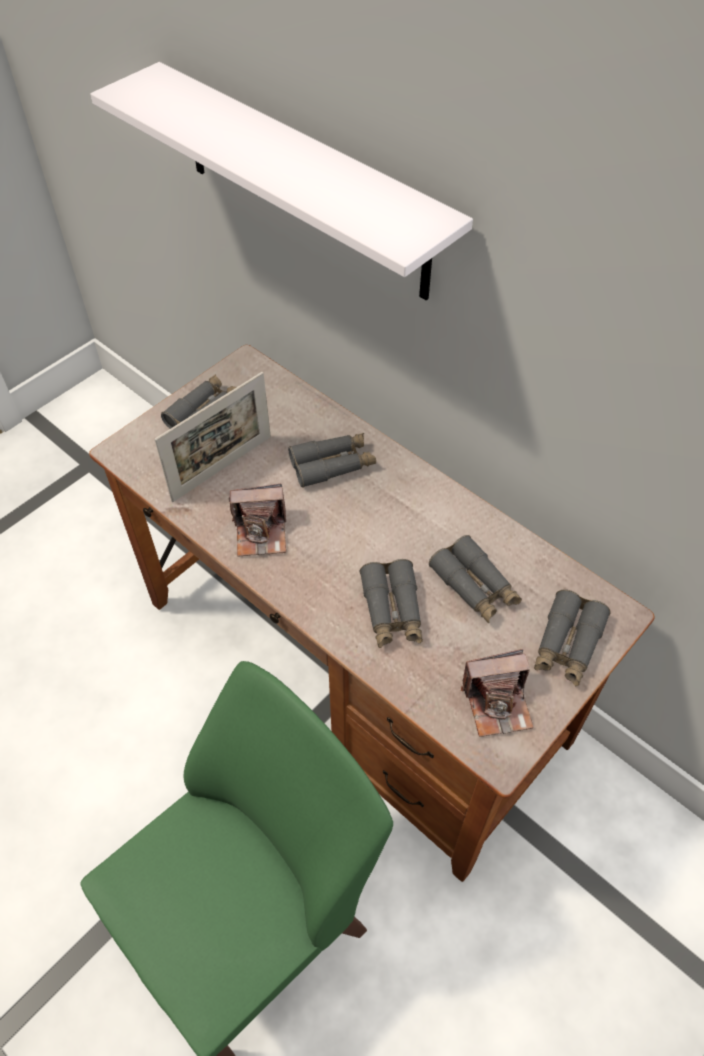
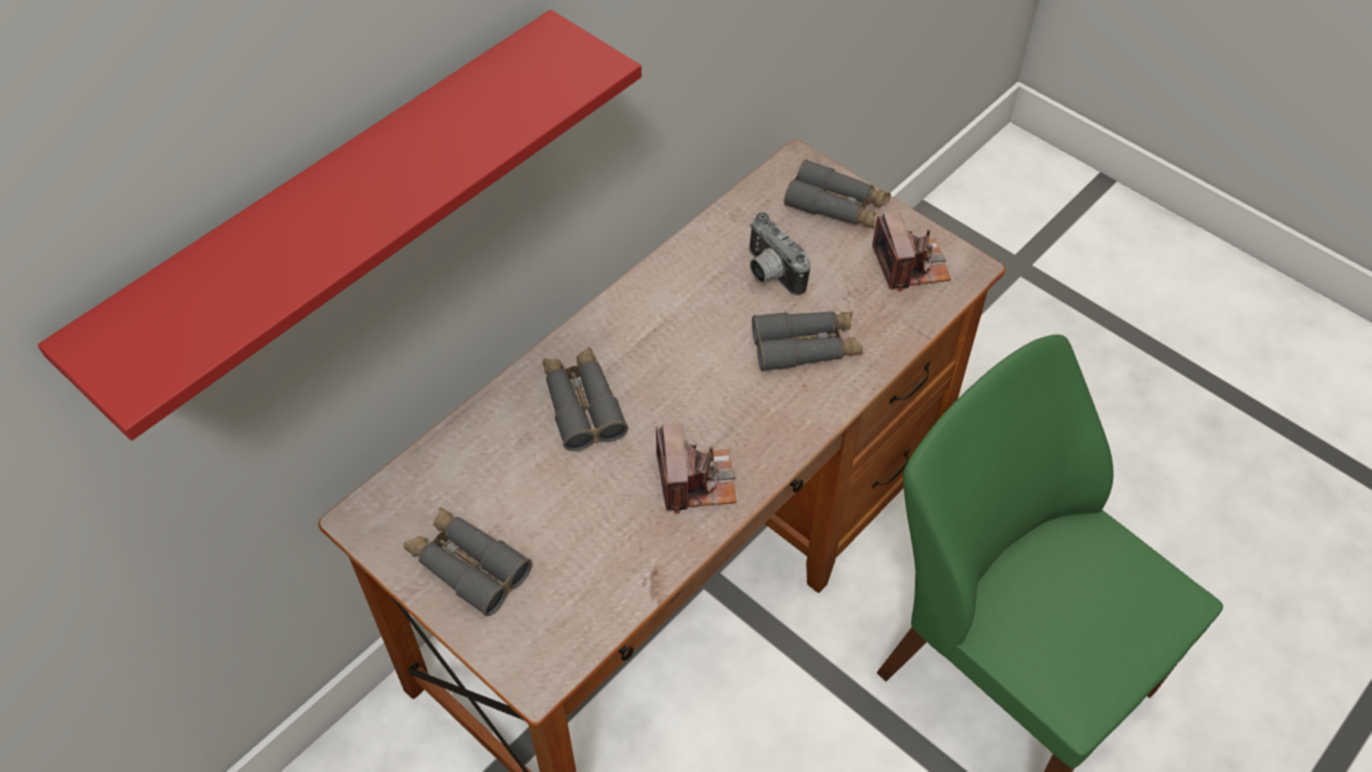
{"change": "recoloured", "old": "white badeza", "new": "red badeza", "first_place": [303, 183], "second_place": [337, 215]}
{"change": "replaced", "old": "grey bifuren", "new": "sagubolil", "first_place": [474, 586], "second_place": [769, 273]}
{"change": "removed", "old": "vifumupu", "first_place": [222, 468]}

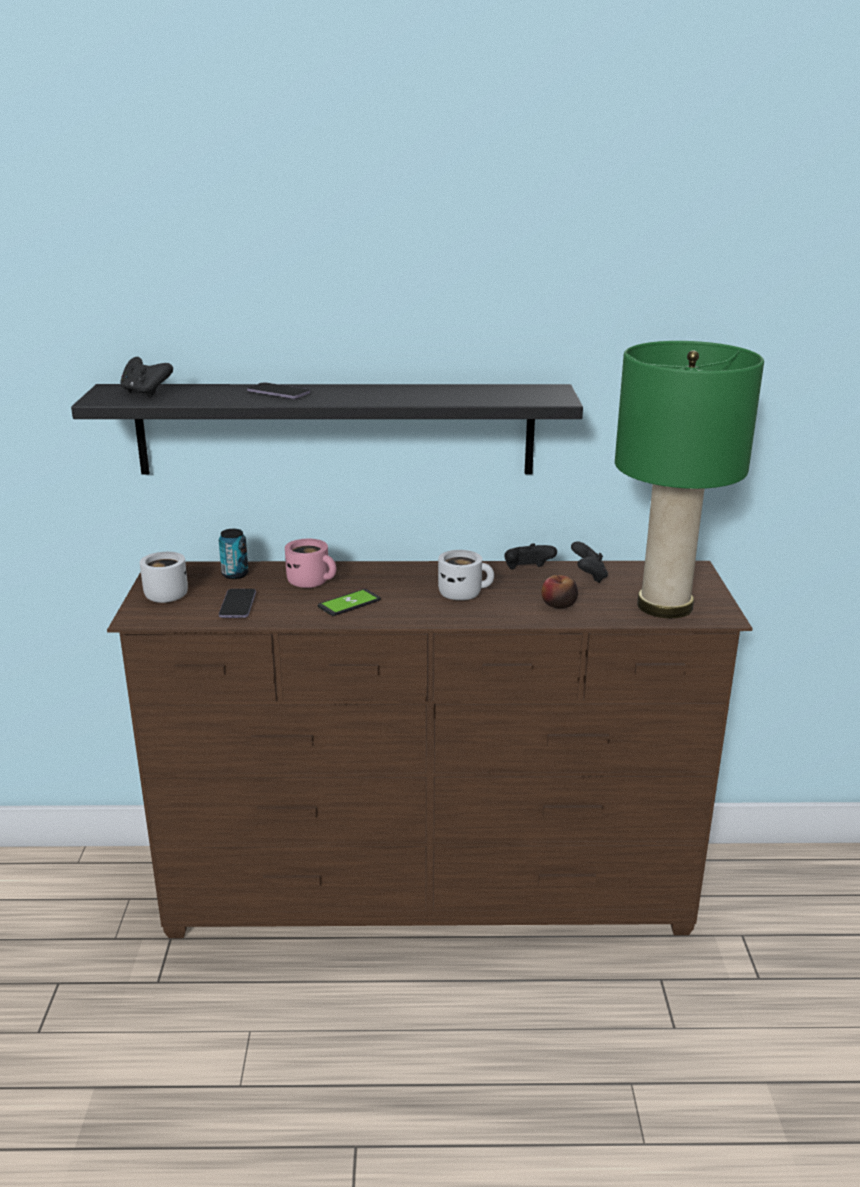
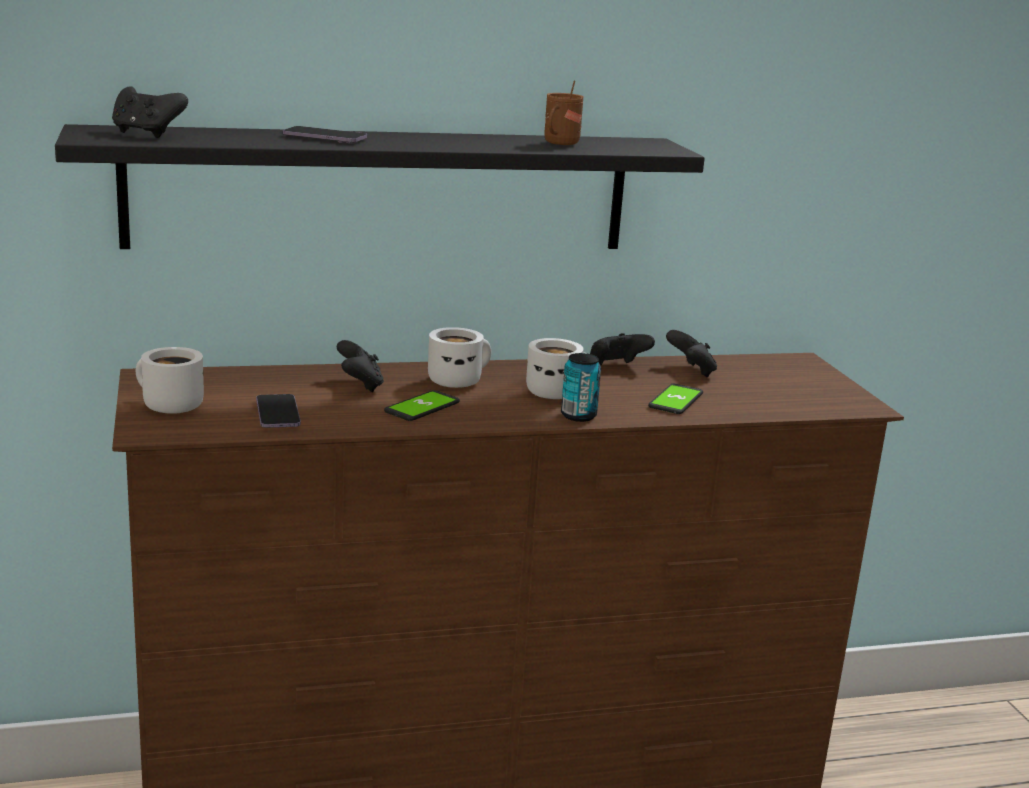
{"change": "replaced", "old": "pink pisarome", "new": "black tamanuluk", "first_place": [312, 582], "second_place": [360, 385]}
{"change": "added", "new": "white pisarome", "second_place": [457, 380]}
{"change": "added", "new": "brown pisarome", "second_place": [559, 144]}
{"change": "moved", "old": "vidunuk", "first_place": [235, 574], "second_place": [578, 416]}
{"change": "replaced", "old": "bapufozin", "new": "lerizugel", "first_place": [558, 604], "second_place": [675, 400]}
{"change": "removed", "old": "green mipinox", "first_place": [664, 605]}

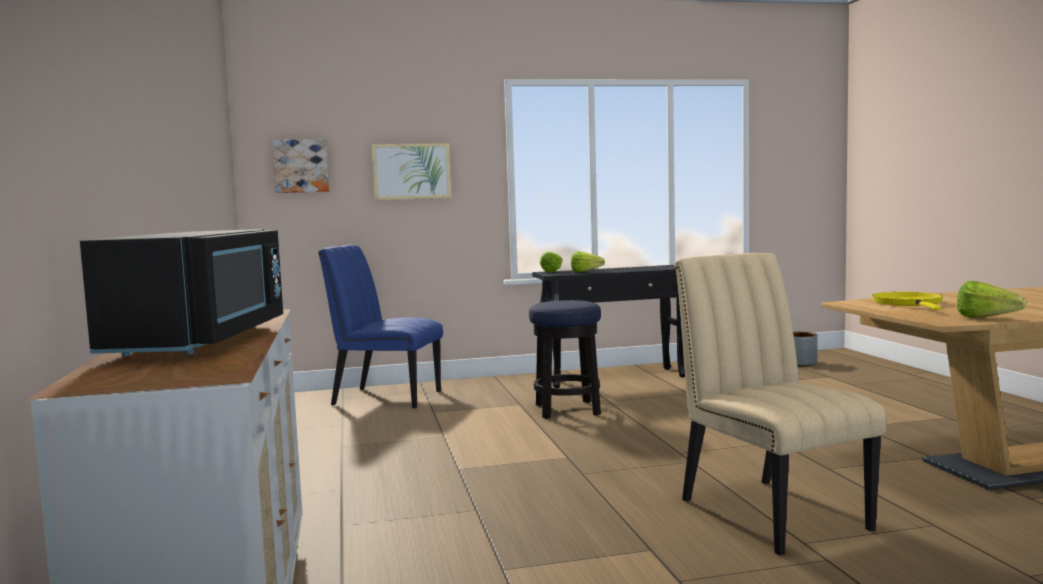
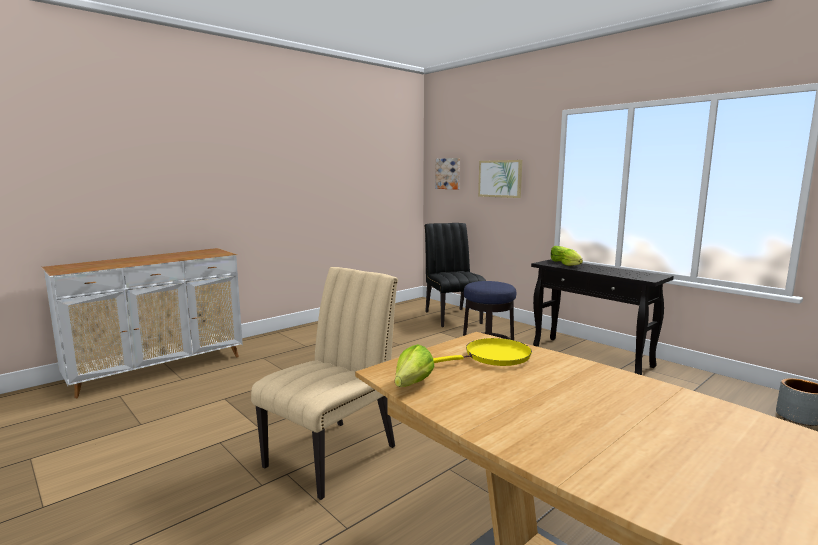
{"change": "recoloured", "old": "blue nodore", "new": "black nodore", "first_place": [388, 398], "second_place": [452, 317]}
{"change": "removed", "old": "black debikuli", "first_place": [204, 340]}

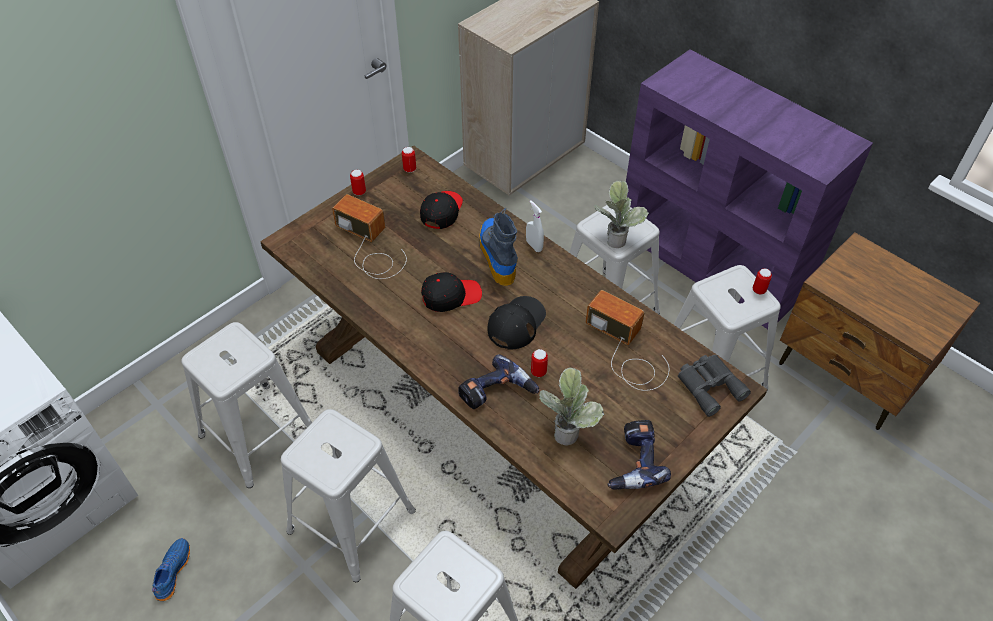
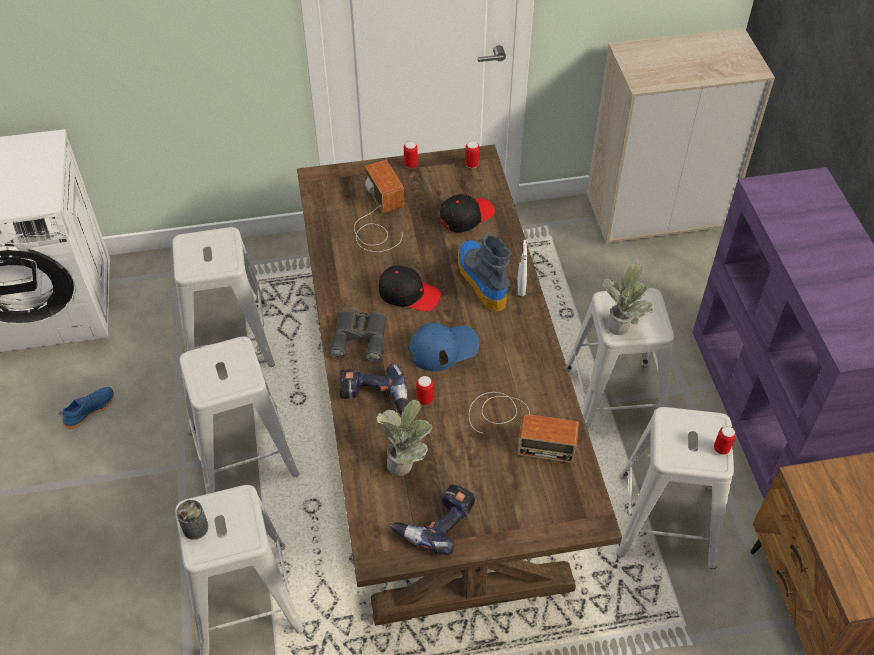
{"change": "added", "new": "vidunuk", "second_place": [195, 528]}
{"change": "moved", "old": "grey bifuren", "first_place": [709, 385], "second_place": [360, 337]}
{"change": "recoloured", "old": "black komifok", "new": "blue komifok", "first_place": [516, 323], "second_place": [443, 348]}
{"change": "turned", "old": "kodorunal", "first_place": [497, 255], "second_place": [481, 279], "degrees": -45}
{"change": "turned", "old": "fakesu", "first_place": [626, 351], "second_place": [519, 426], "degrees": 120}

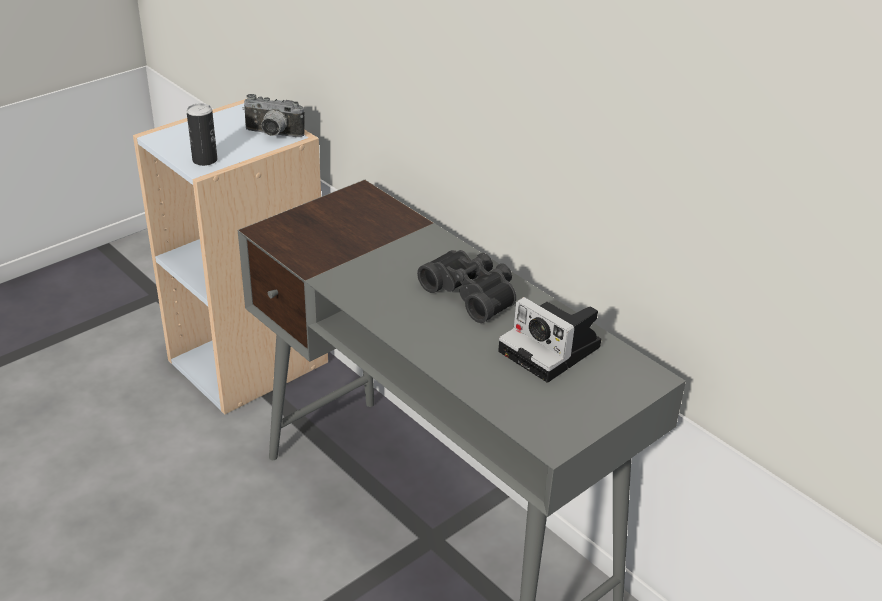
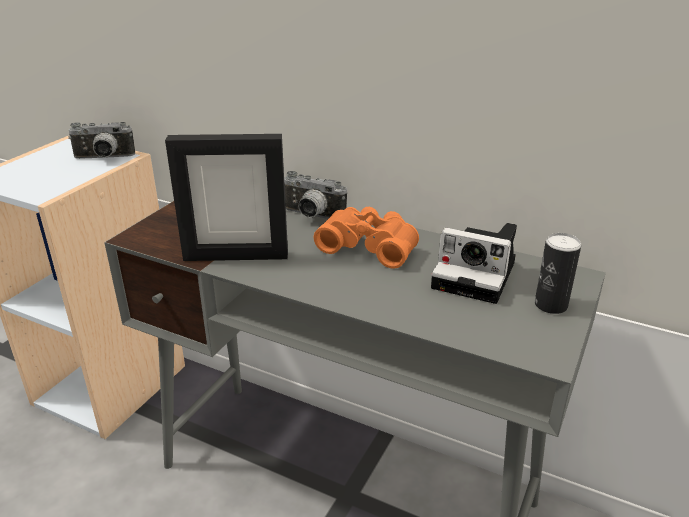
{"change": "added", "new": "vifumupu", "second_place": [236, 255]}
{"change": "added", "new": "sagubolil", "second_place": [311, 216]}
{"change": "recoloured", "old": "black bifuren", "new": "orange bifuren", "first_place": [472, 293], "second_place": [369, 246]}
{"change": "moved", "old": "vidunuk", "first_place": [205, 160], "second_place": [551, 305]}

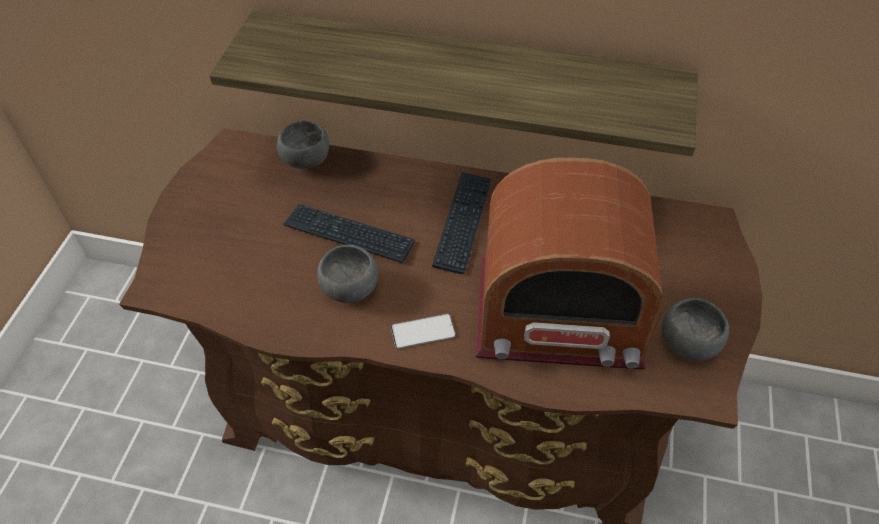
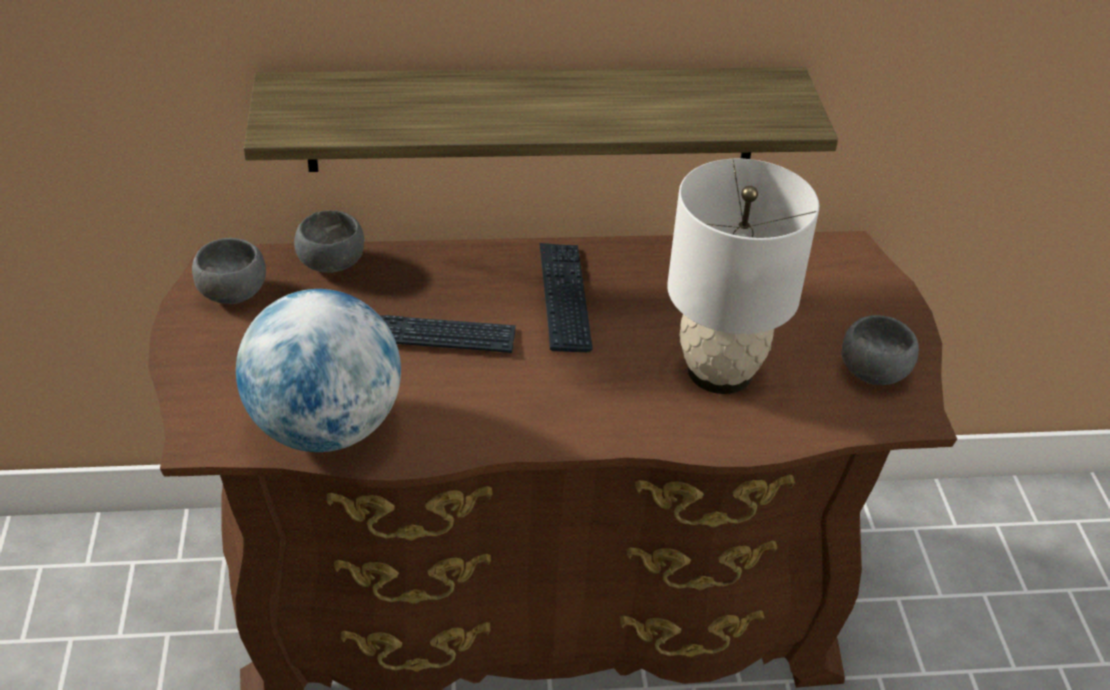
{"change": "moved", "old": "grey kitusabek", "first_place": [349, 287], "second_place": [231, 292]}
{"change": "added", "new": "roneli", "second_place": [325, 428]}
{"change": "replaced", "old": "fakesu", "new": "white mipinox", "first_place": [558, 314], "second_place": [720, 371]}
{"change": "removed", "old": "lerizugel", "first_place": [423, 331]}

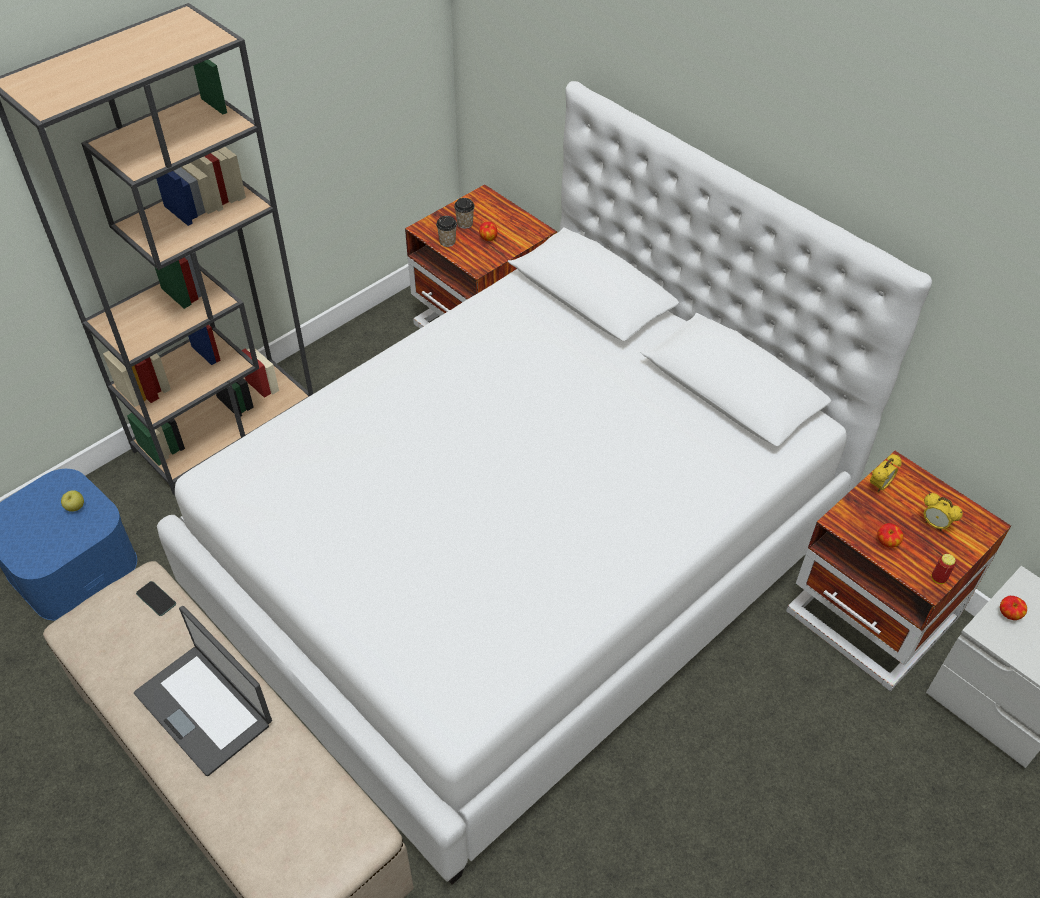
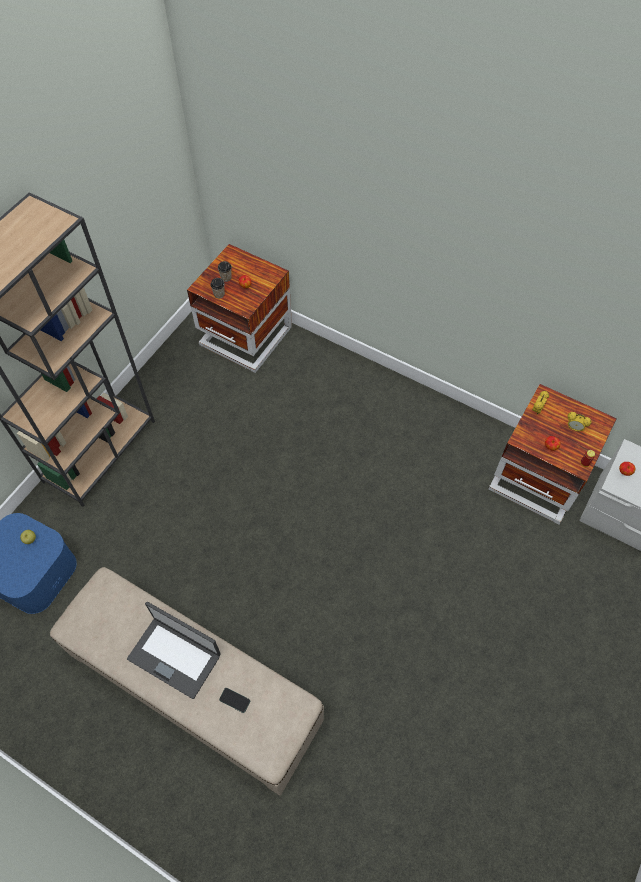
{"change": "moved", "old": "lerizugel", "first_place": [156, 599], "second_place": [234, 700]}
{"change": "removed", "old": "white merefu", "first_place": [520, 560]}

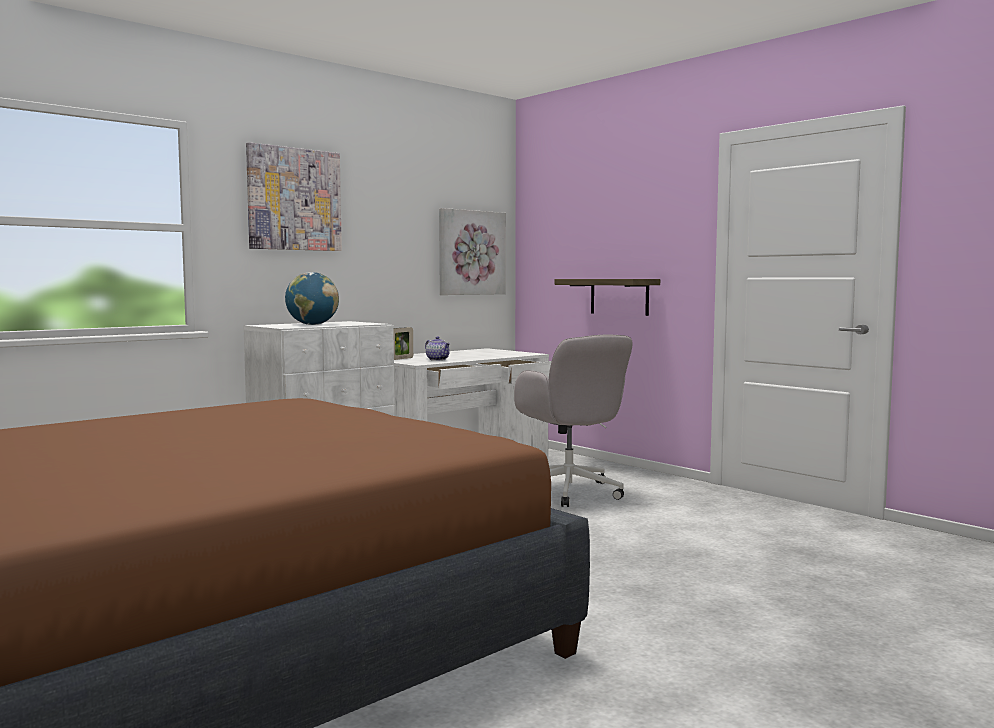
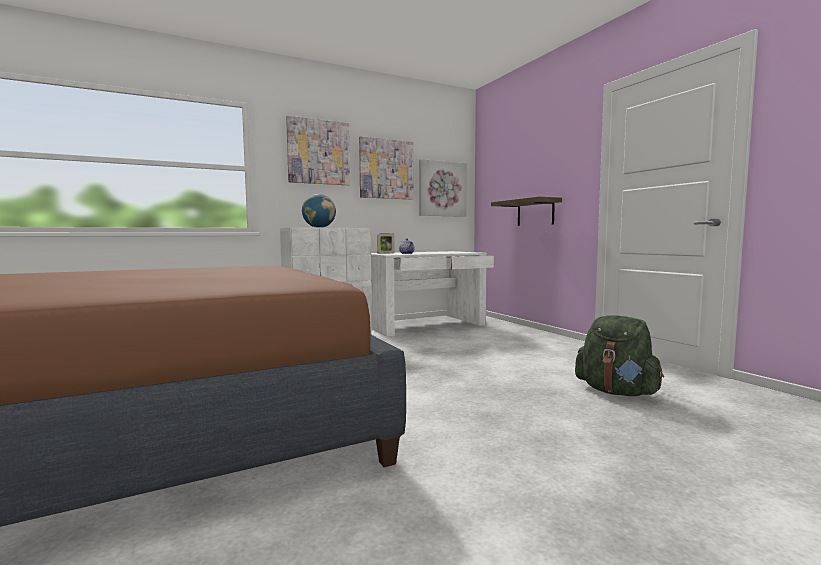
{"change": "added", "new": "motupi", "second_place": [386, 169]}
{"change": "added", "new": "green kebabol", "second_place": [617, 392]}
{"change": "removed", "old": "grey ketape", "first_place": [569, 493]}

